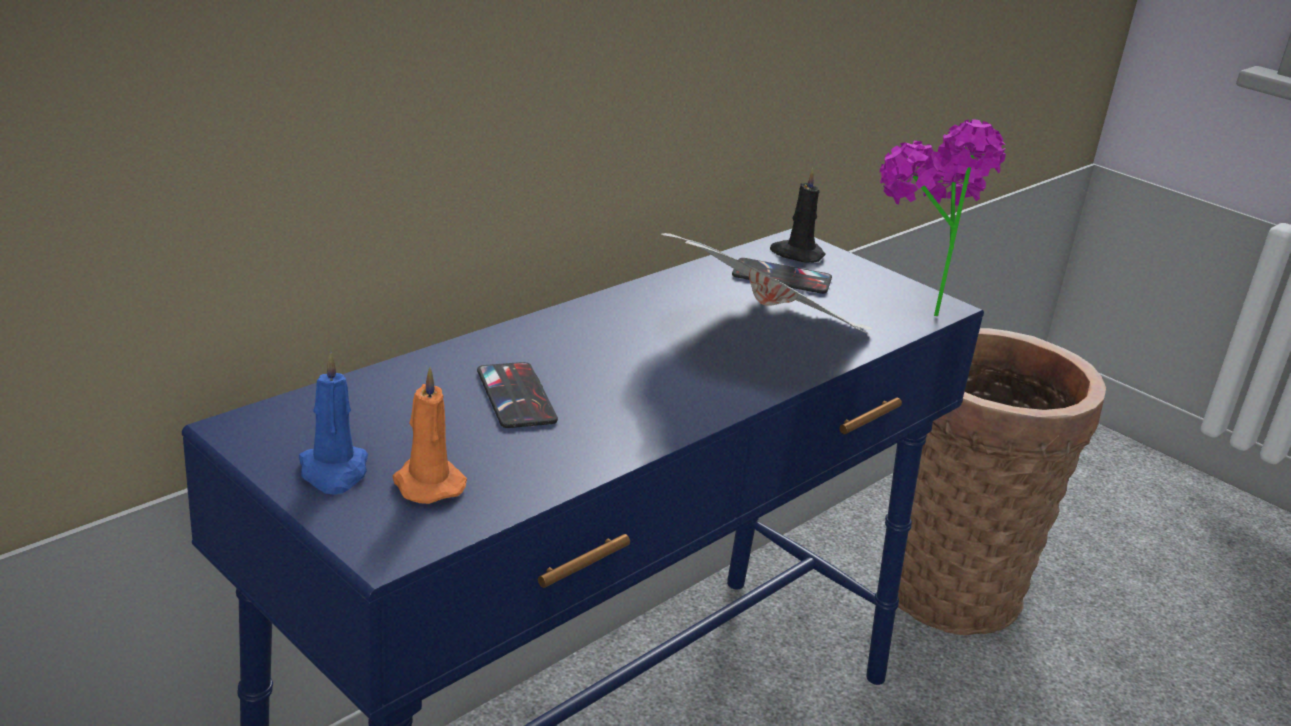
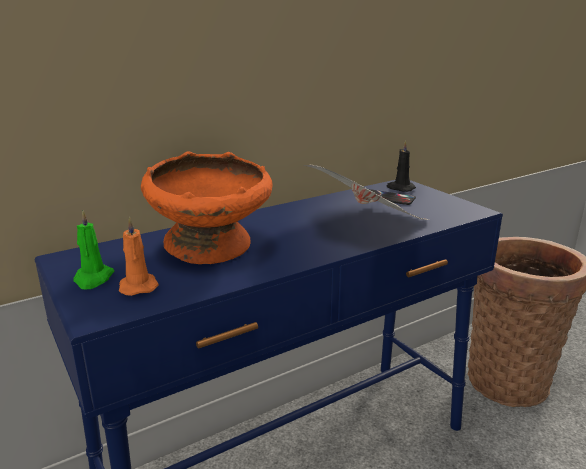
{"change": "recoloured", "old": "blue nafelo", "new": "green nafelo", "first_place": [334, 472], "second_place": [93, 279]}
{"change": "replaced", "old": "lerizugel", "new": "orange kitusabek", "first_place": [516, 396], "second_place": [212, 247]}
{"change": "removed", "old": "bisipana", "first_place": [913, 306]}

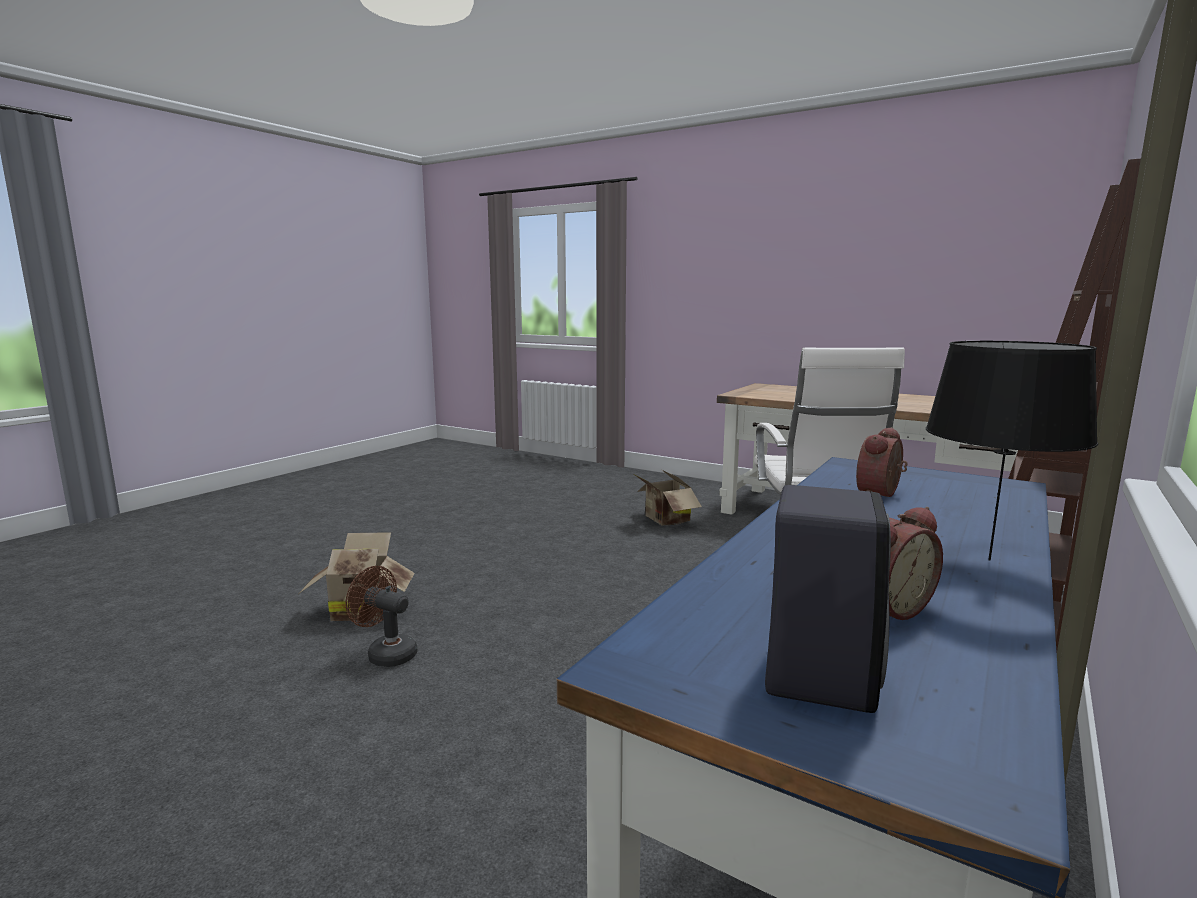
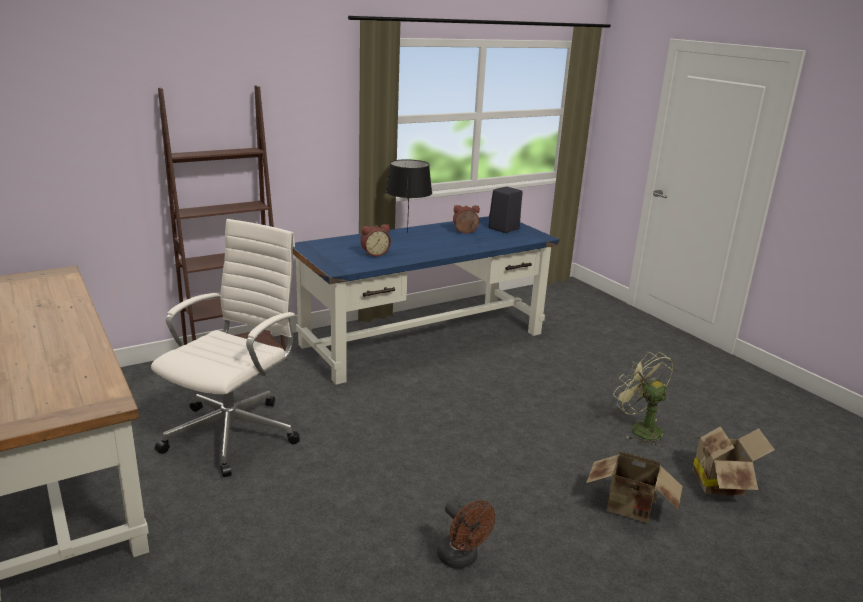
{"change": "moved", "old": "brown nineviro", "first_place": [386, 653], "second_place": [462, 559]}
{"change": "added", "new": "green nineviro", "second_place": [640, 429]}
{"change": "moved", "old": "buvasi", "first_place": [664, 520], "second_place": [721, 483]}

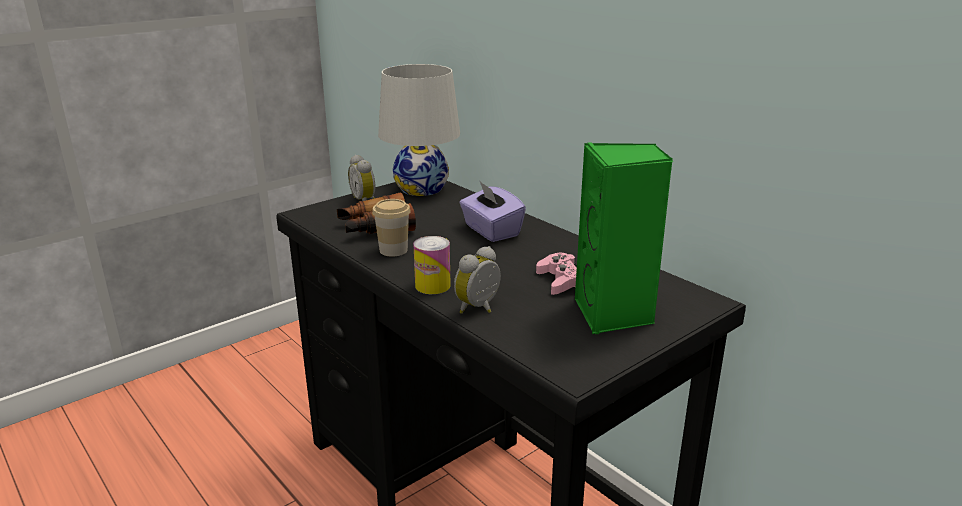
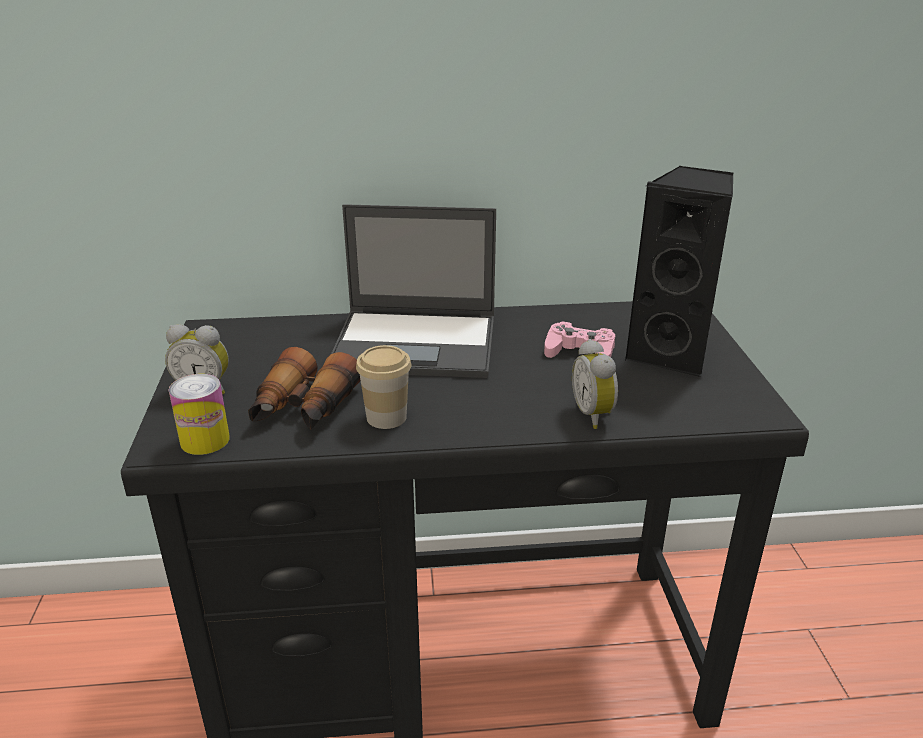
{"change": "moved", "old": "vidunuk", "first_place": [432, 286], "second_place": [205, 440]}
{"change": "replaced", "old": "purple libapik", "new": "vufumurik", "first_place": [491, 231], "second_place": [417, 343]}
{"change": "recoloured", "old": "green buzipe", "new": "black buzipe", "first_place": [614, 315], "second_place": [671, 354]}
{"change": "removed", "old": "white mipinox", "first_place": [421, 188]}

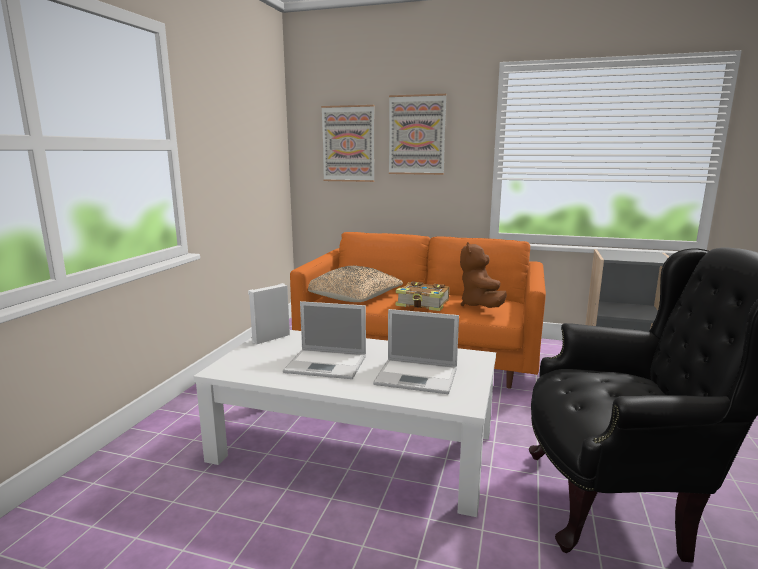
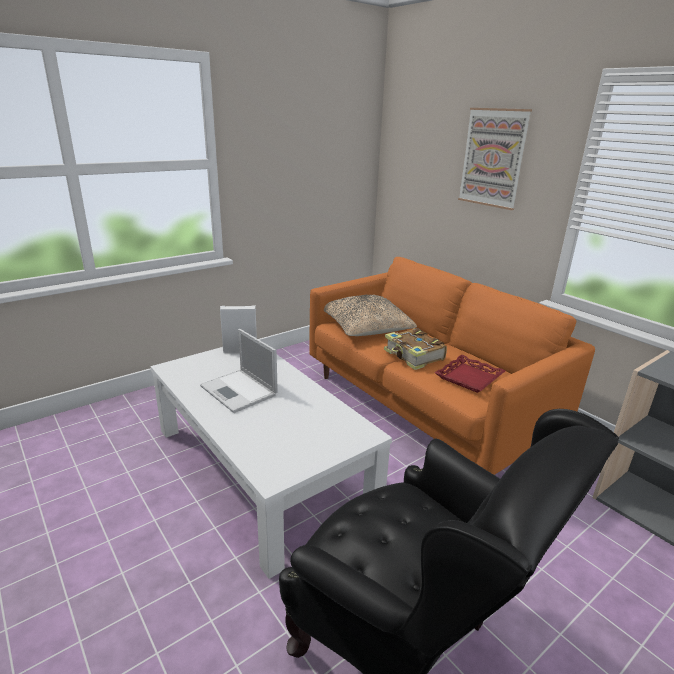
{"change": "replaced", "old": "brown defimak", "new": "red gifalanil", "first_place": [480, 306], "second_place": [468, 377]}
{"change": "removed", "old": "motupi", "first_place": [348, 144]}
{"change": "removed", "old": "vufumurik", "first_place": [418, 376]}

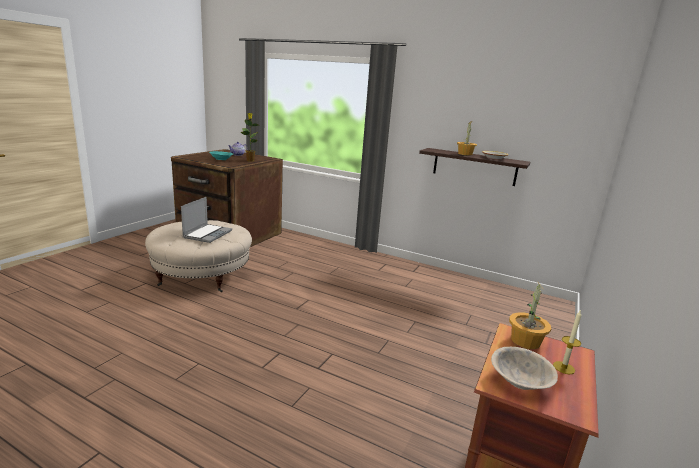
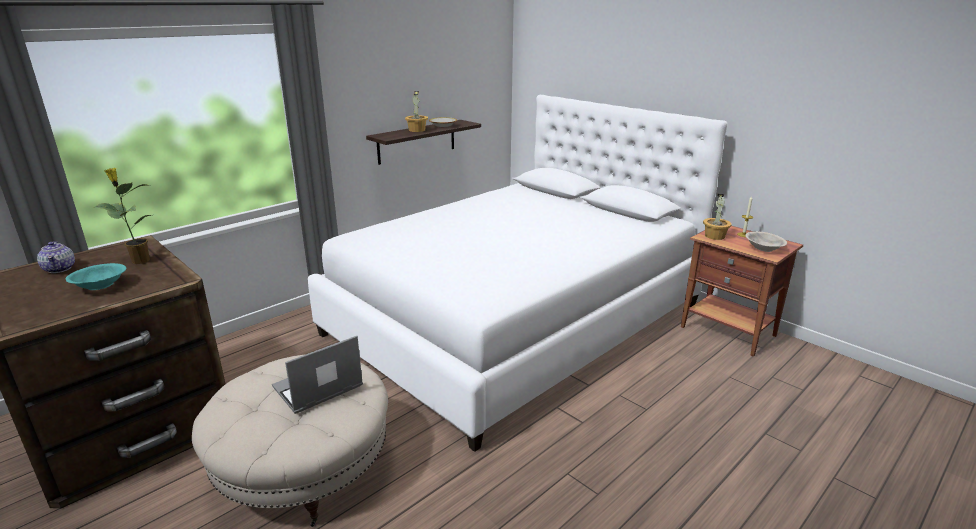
{"change": "turned", "old": "vufumurik", "first_place": [207, 234], "second_place": [317, 388], "degrees": -75}
{"change": "added", "new": "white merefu", "second_place": [516, 319]}

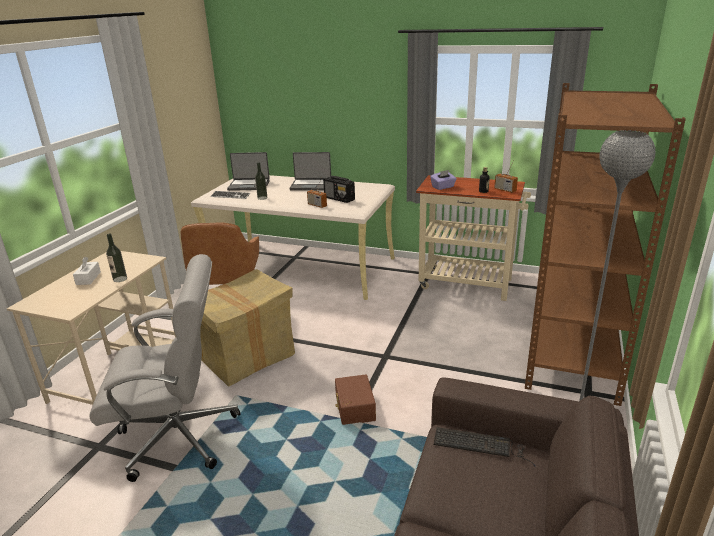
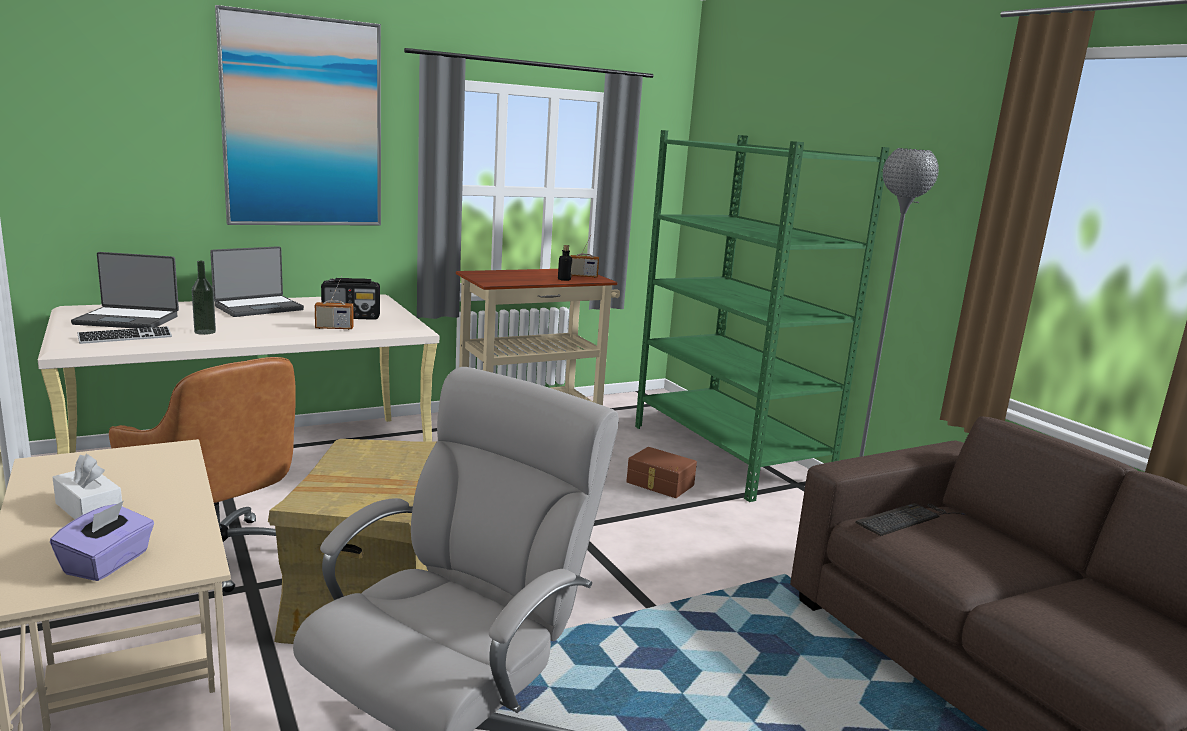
{"change": "moved", "old": "purple libapik", "first_place": [443, 187], "second_place": [108, 563]}
{"change": "turned", "old": "vufumurik", "first_place": [249, 185], "second_place": [128, 320], "degrees": 45}
{"change": "added", "new": "motupi", "second_place": [303, 123]}
{"change": "moved", "old": "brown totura", "first_place": [354, 407], "second_place": [659, 484]}
{"change": "recoloured", "old": "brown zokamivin", "new": "green zokamivin", "first_place": [572, 349], "second_place": [728, 454]}
{"change": "removed", "old": "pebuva", "first_place": [120, 279]}

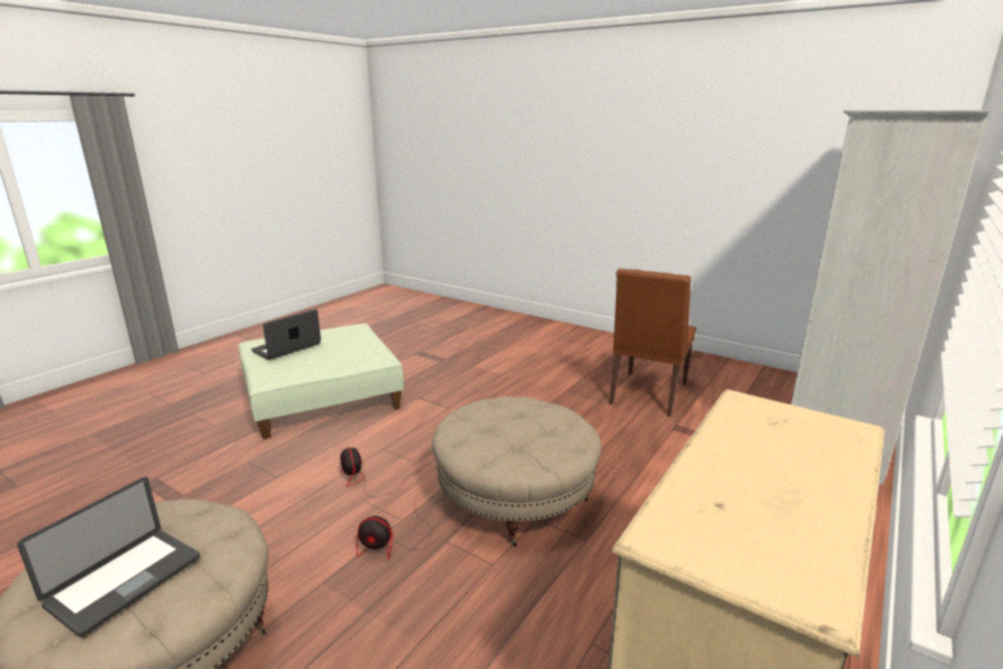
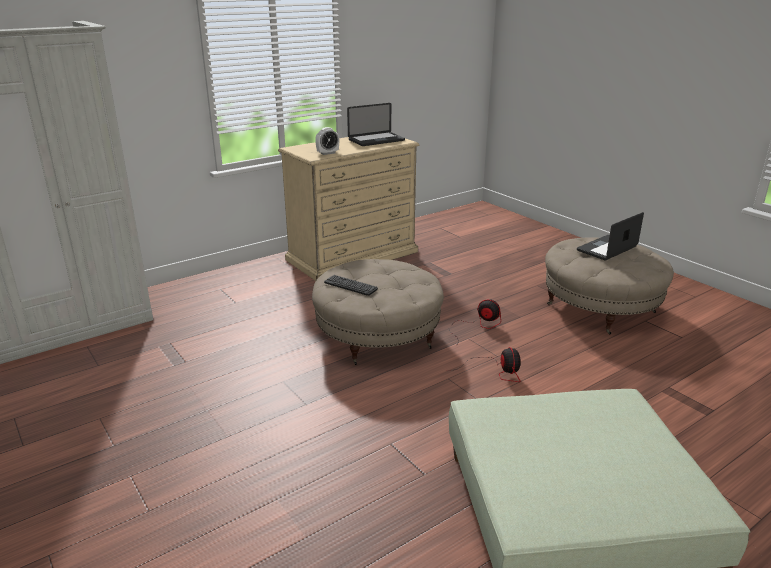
{"change": "added", "new": "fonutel", "second_place": [327, 153]}
{"change": "added", "new": "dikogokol", "second_place": [350, 286]}
{"change": "moved", "old": "vufumurik", "first_place": [287, 348], "second_place": [376, 140]}
{"change": "removed", "old": "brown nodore", "first_place": [648, 393]}

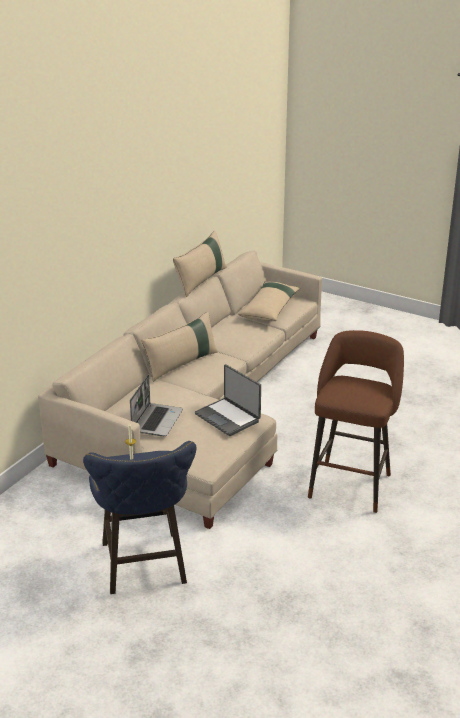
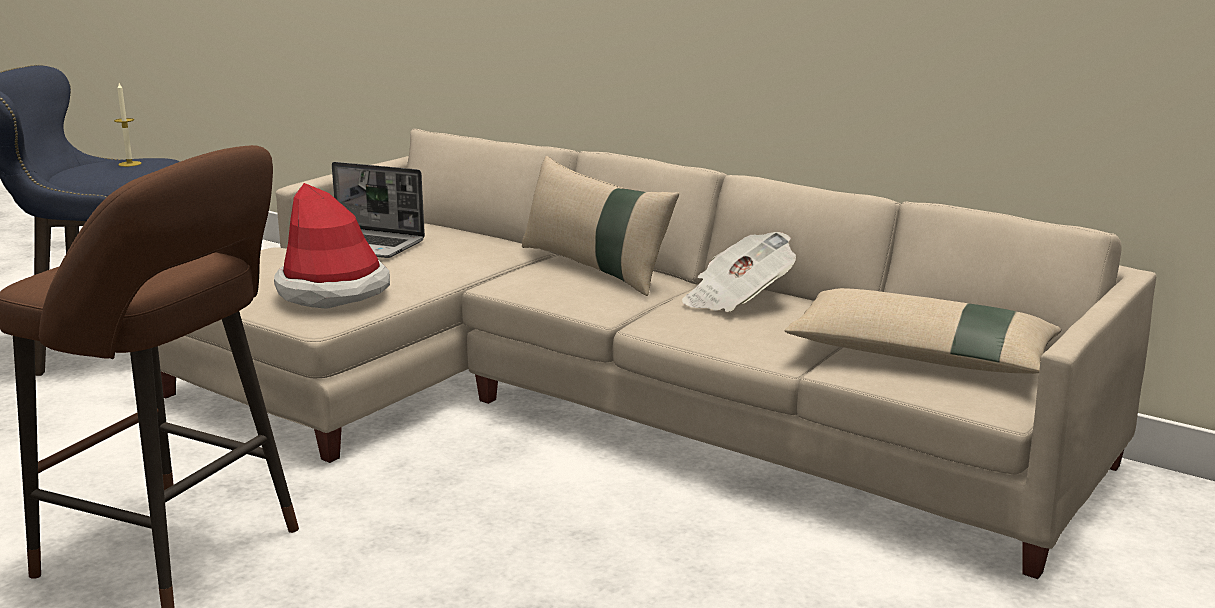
{"change": "replaced", "old": "vufumurik", "new": "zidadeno", "first_place": [228, 417], "second_place": [333, 291]}
{"change": "added", "new": "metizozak", "second_place": [736, 300]}
{"change": "removed", "old": "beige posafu", "first_place": [201, 280]}

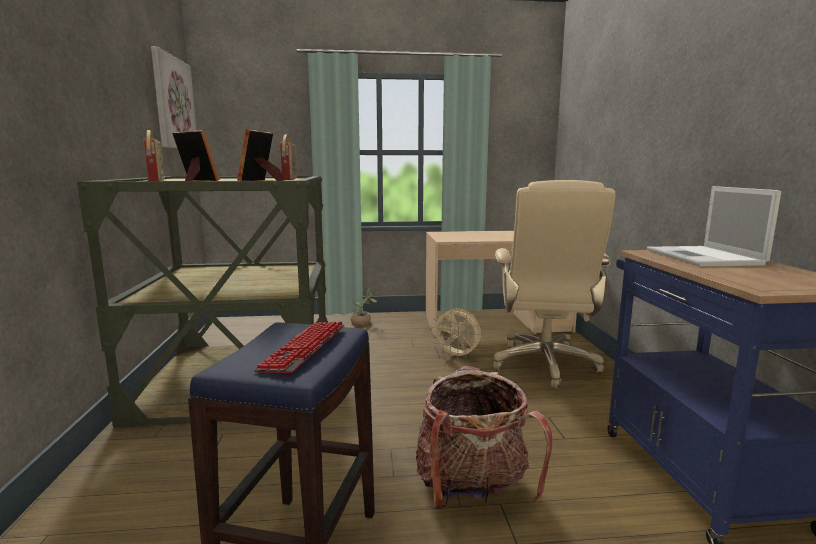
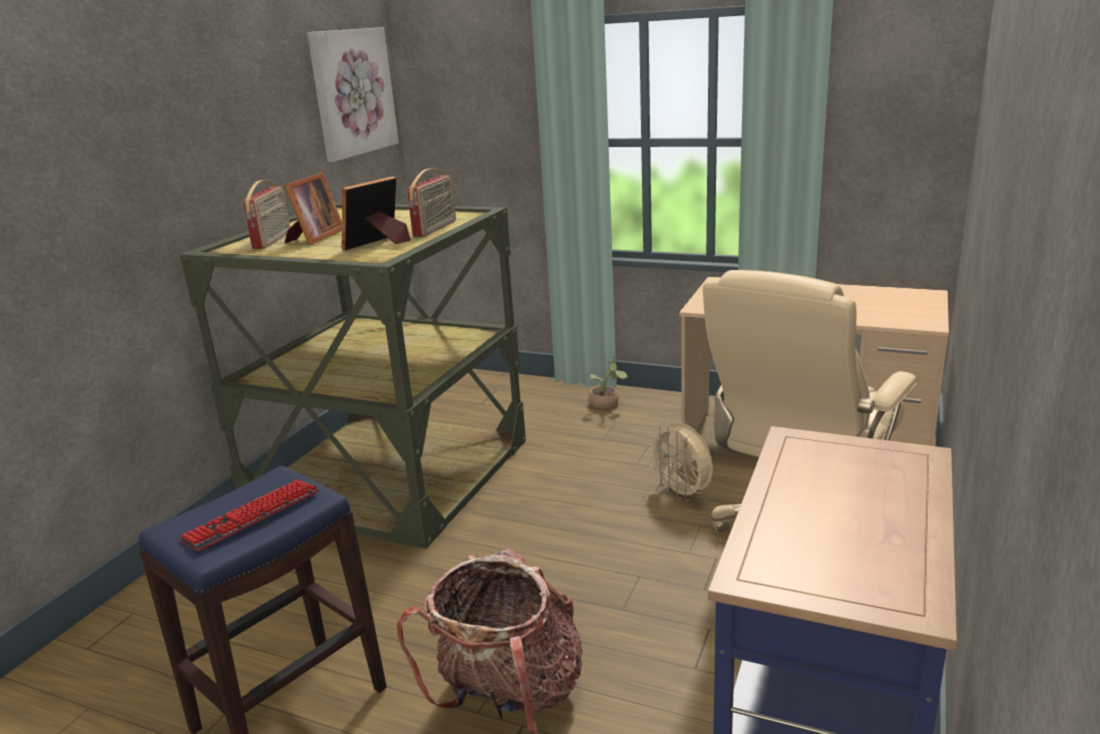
{"change": "turned", "old": "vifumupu", "first_place": [195, 180], "second_place": [314, 238], "degrees": 45}
{"change": "removed", "old": "vufumurik", "first_place": [705, 257]}

